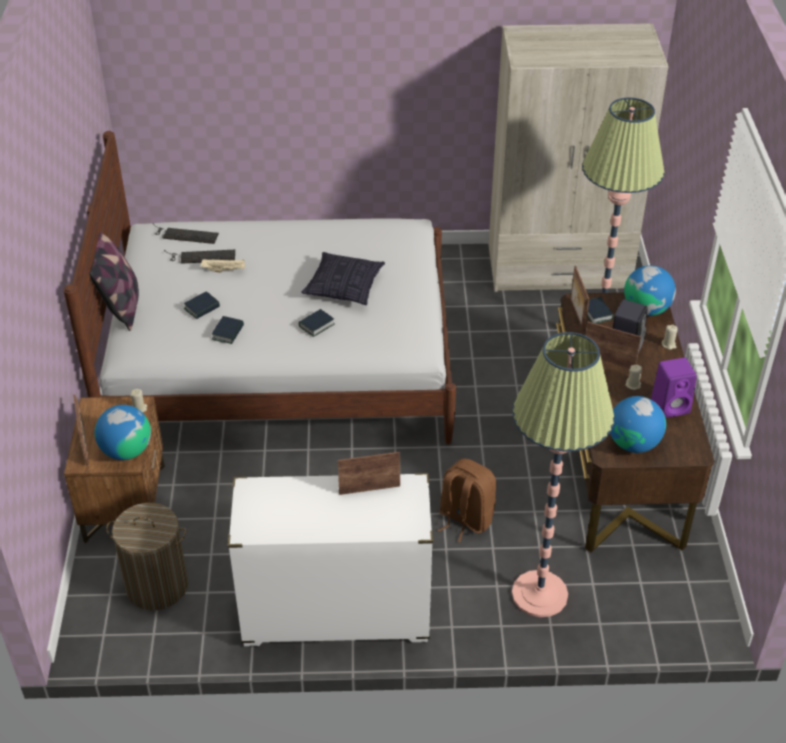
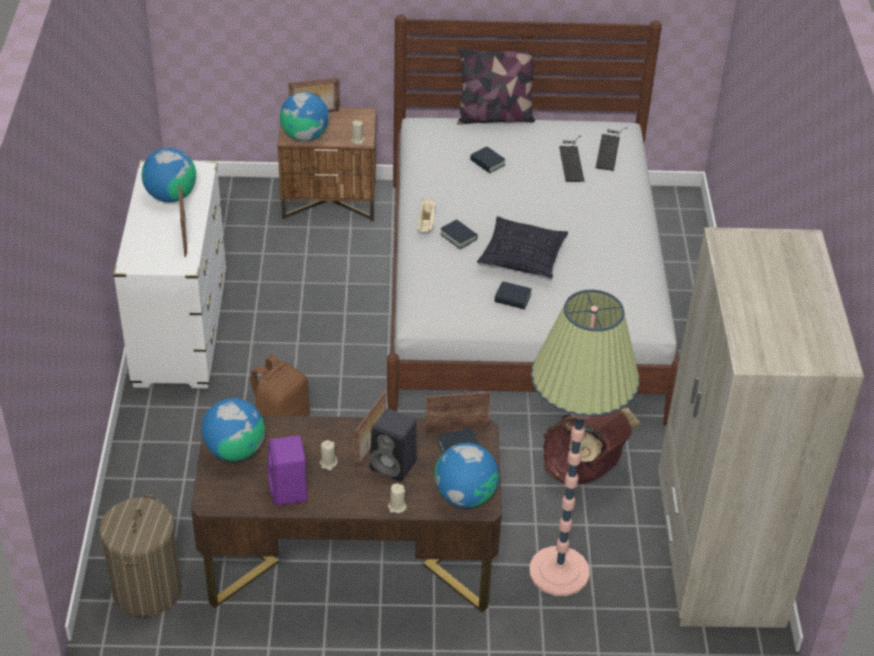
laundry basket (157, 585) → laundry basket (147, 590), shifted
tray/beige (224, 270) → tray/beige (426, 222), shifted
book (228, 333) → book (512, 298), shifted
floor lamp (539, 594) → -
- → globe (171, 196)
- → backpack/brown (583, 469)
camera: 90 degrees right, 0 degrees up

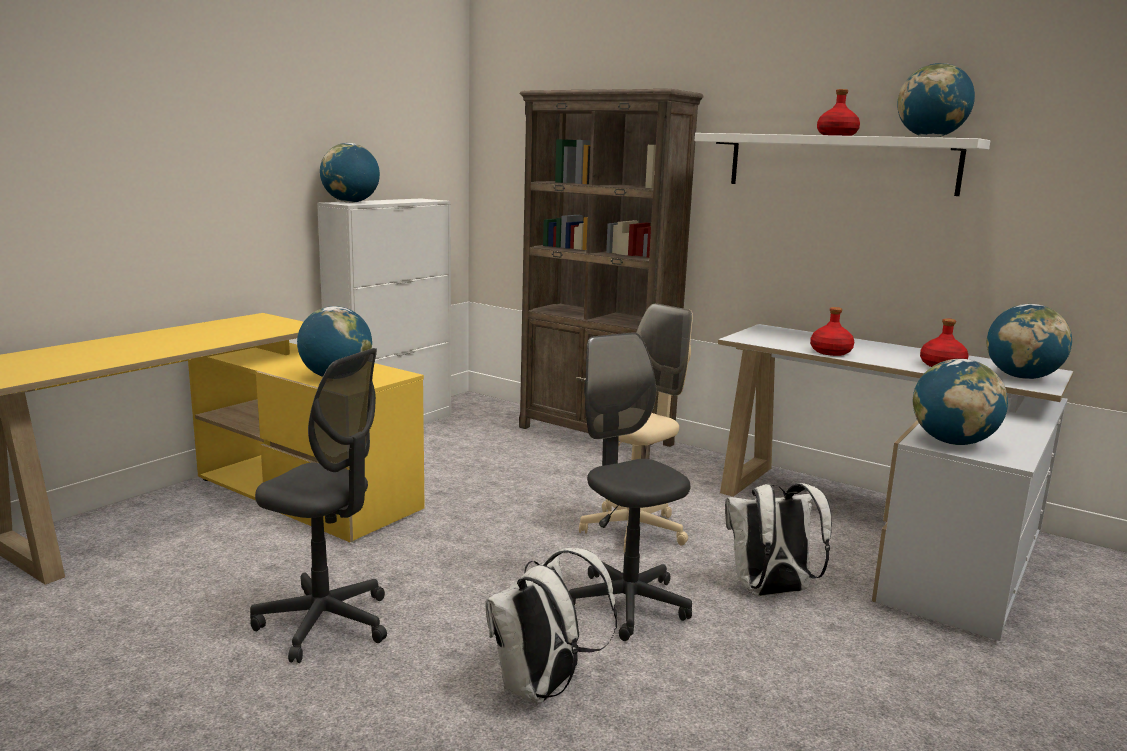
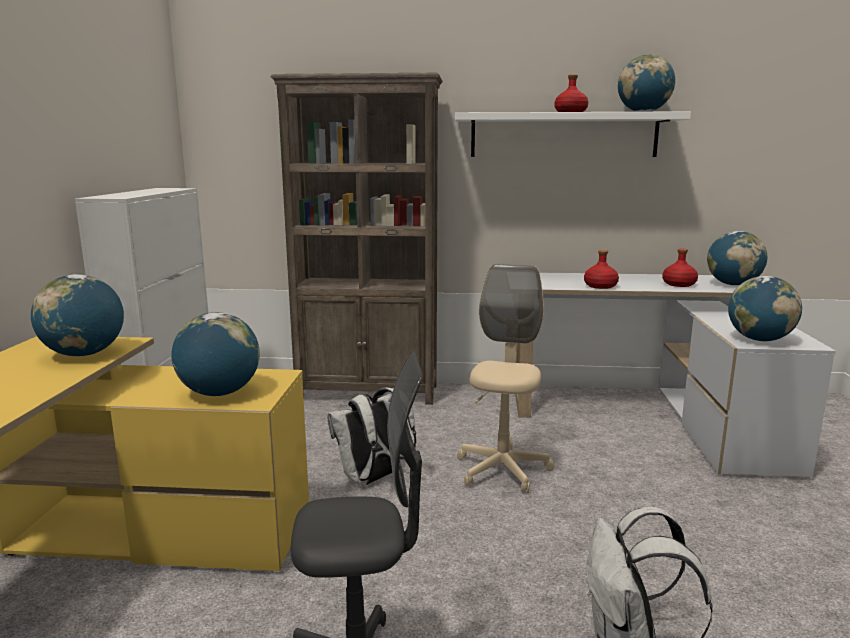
globe (350, 202) → globe (84, 354), shifted
office chair/grey (626, 604) → -
backpack/white (770, 592) → backpack/white (372, 479), shifted
camera: 30 degrees left, 0 degrees up

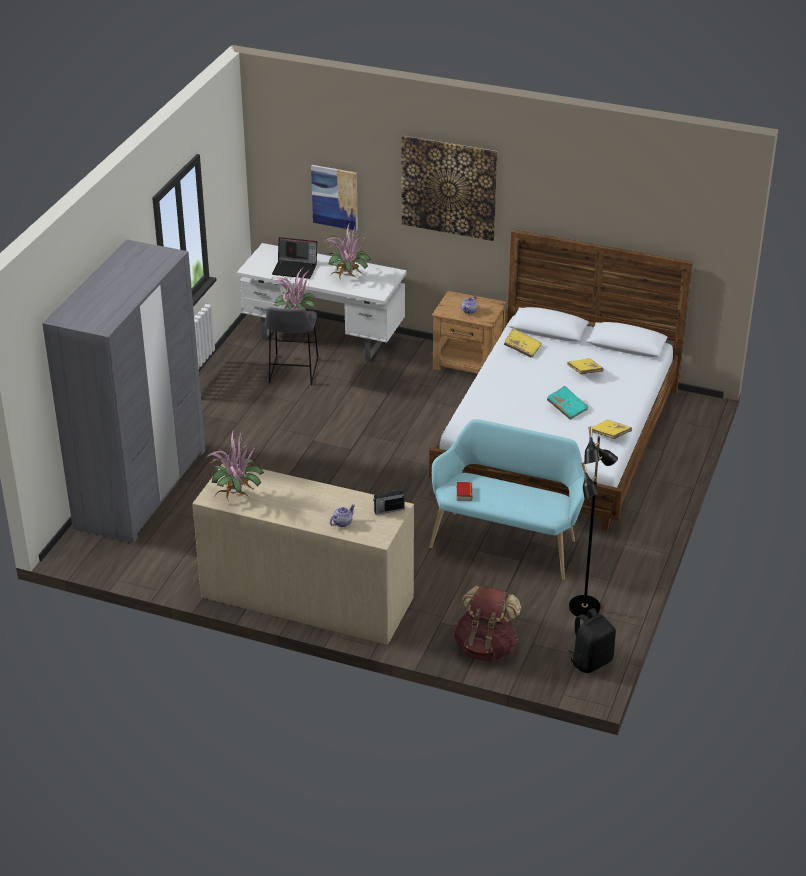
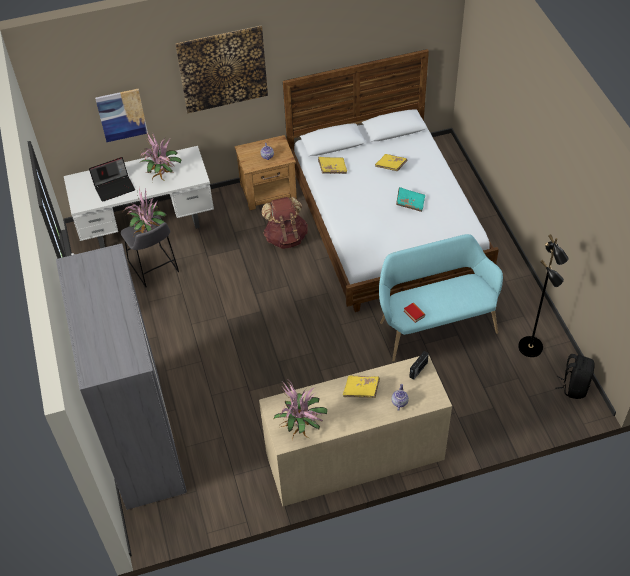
backpack/brown (486, 647) → backpack/brown (286, 237), shifted
book/yellow (610, 435) → book/yellow (361, 390), shifted
camera: 35 degrees left, 15 degrees up

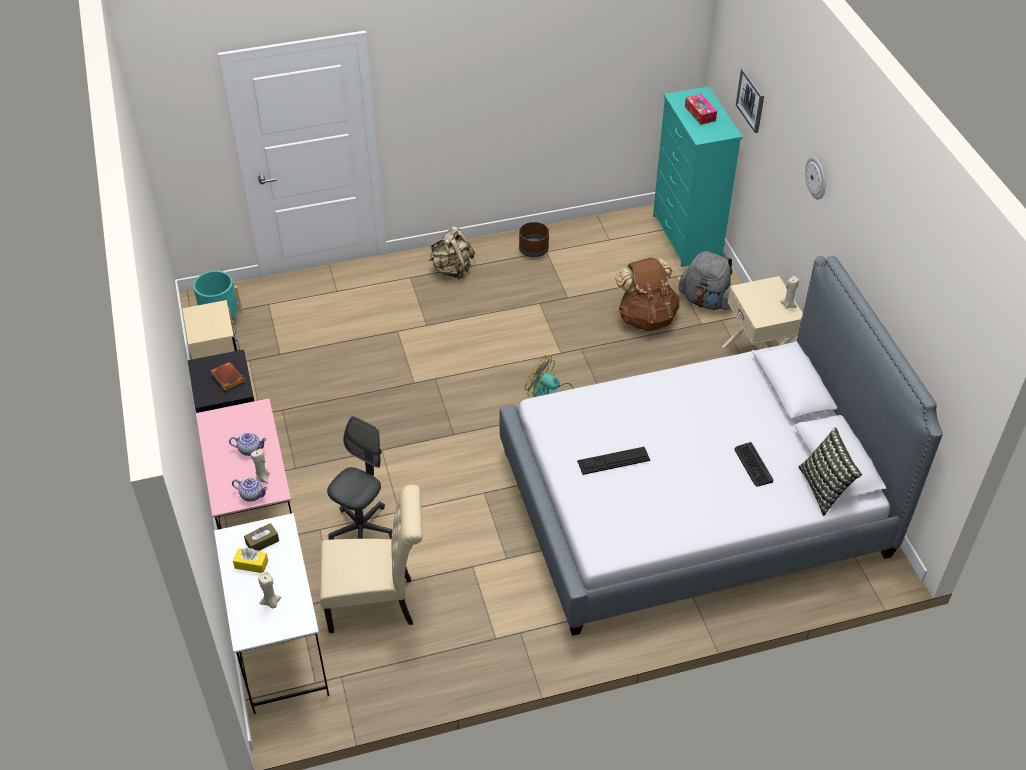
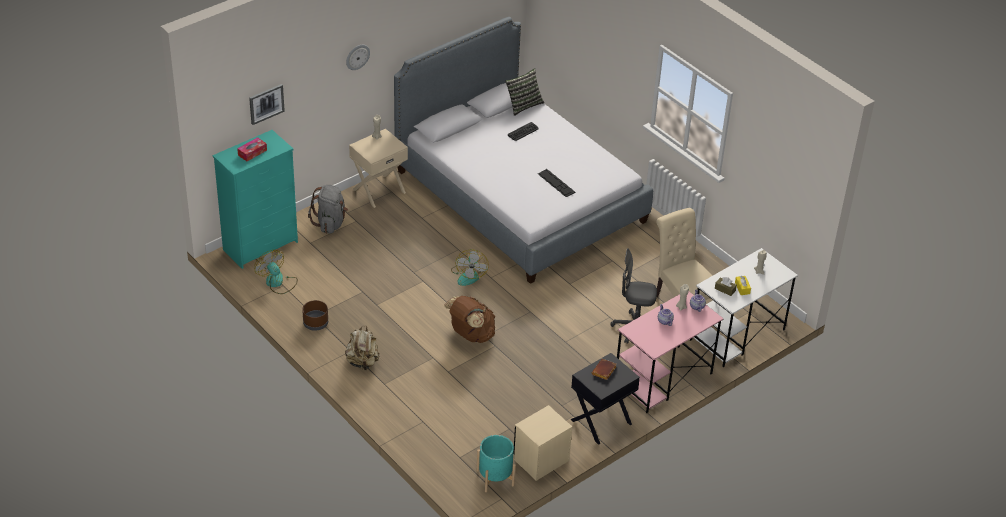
backpack/brown (646, 317) → backpack/brown (470, 335), shifted
- → fan (277, 283)
camera: 115 degrees left, 5 degrees down

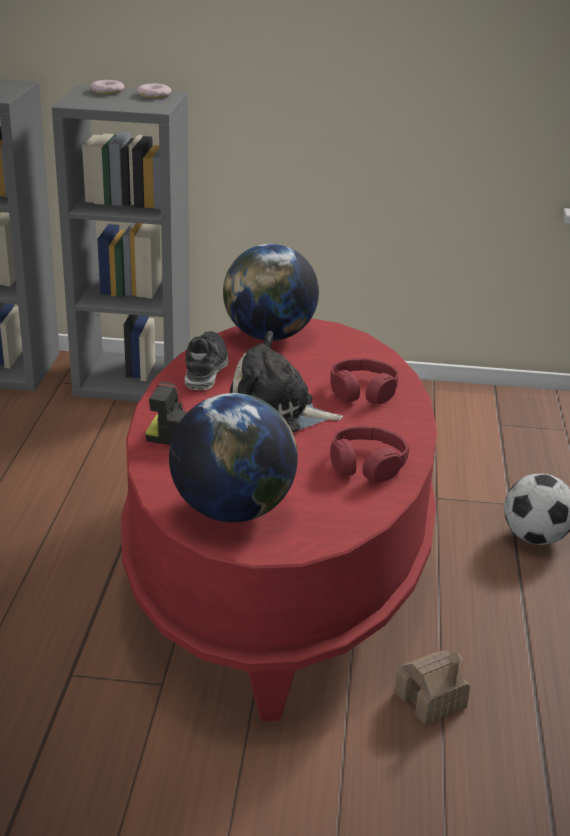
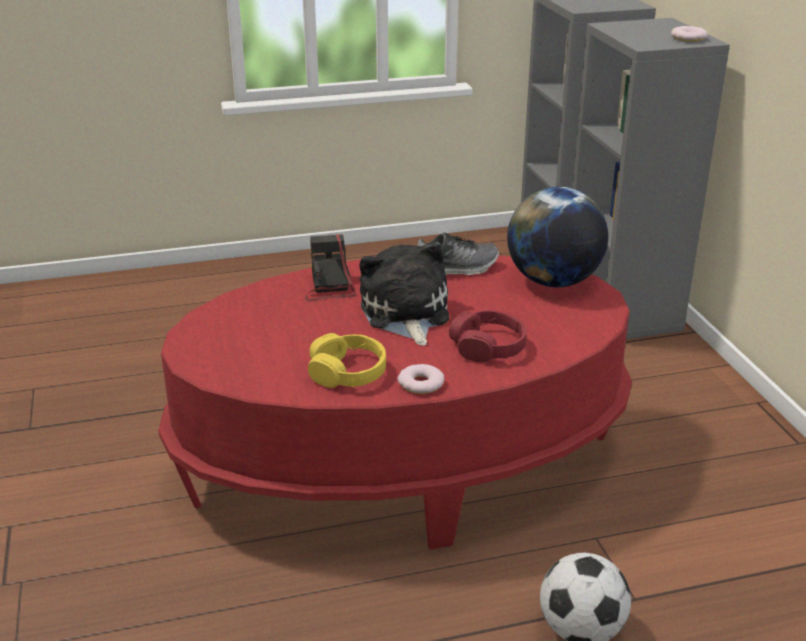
donut (107, 91) → donut (420, 384), shifted
globe (232, 511) → -
headphones/red (367, 464) → headphones/yellow (347, 372)
toy house (430, 700) → -
camera: 70 degrees right, 0 degrees up

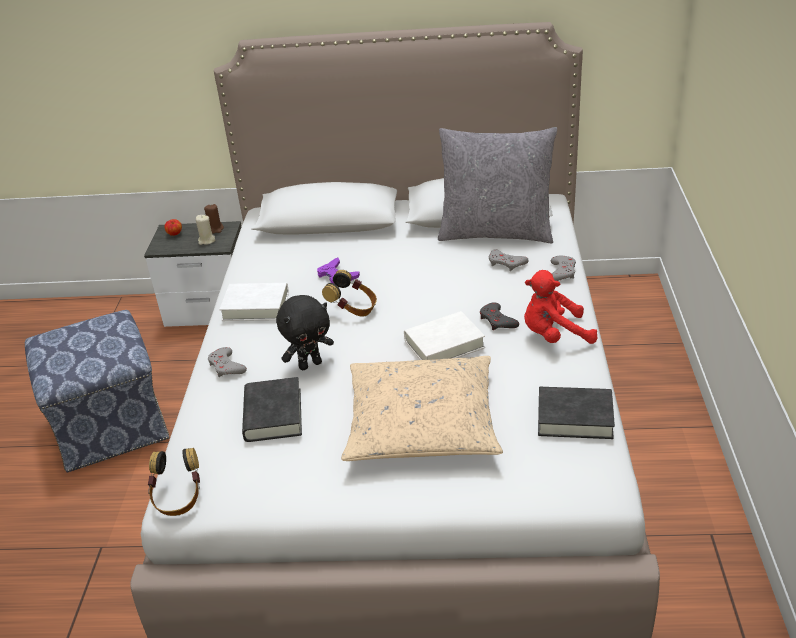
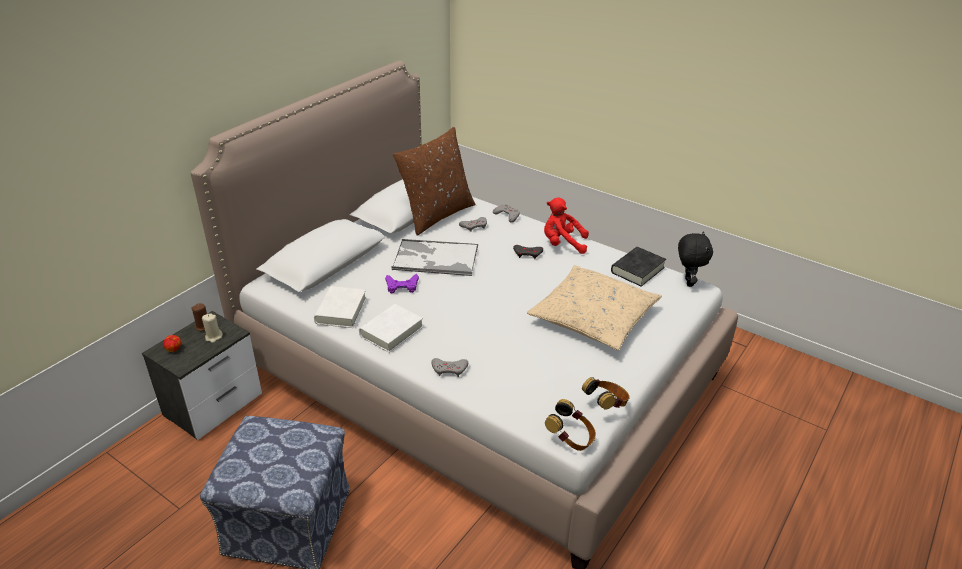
book/black (273, 415) → -
plush toy/black (310, 364) → plush toy/black (687, 282), shifted
headphones (353, 309) → headphones (606, 405), shifted
book/white (444, 344) → book/white (341, 311), shifted
pillow/grey (496, 232) → pillow/brown (436, 215)
plush toy/red (554, 335) → plush toy/red (562, 244), 75 degrees clockwise
- → tray (435, 258)
camera: 60 degrees left, 0 degrees up

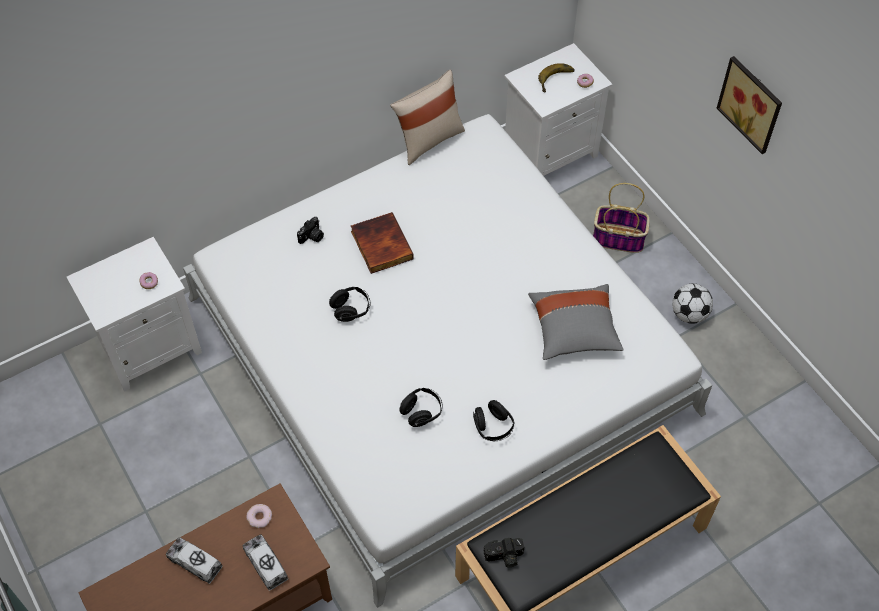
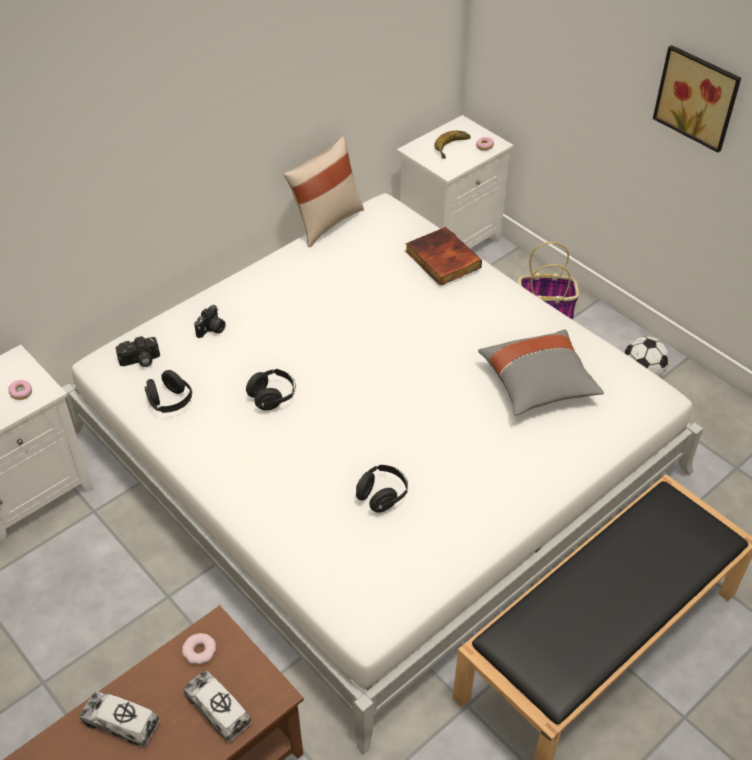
book (380, 245) → book (441, 259), shifted
headphones/black (493, 427) → headphones/black (170, 402), shifted
photo camera (504, 557) → photo camera (140, 361), shifted
camera: 10 degrees left, 10 degrees down

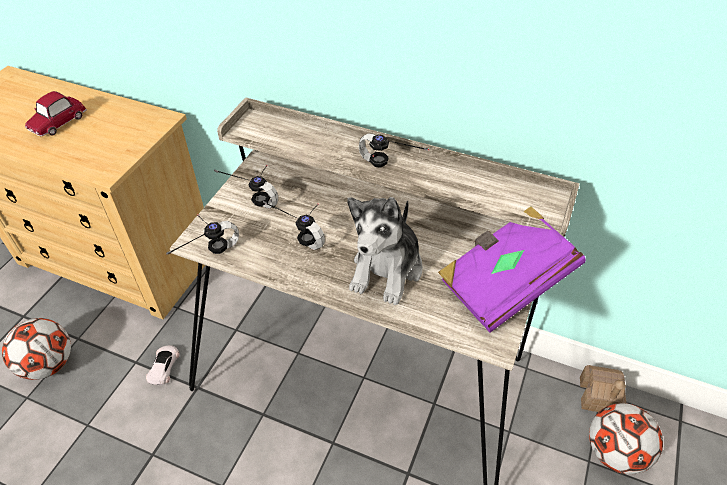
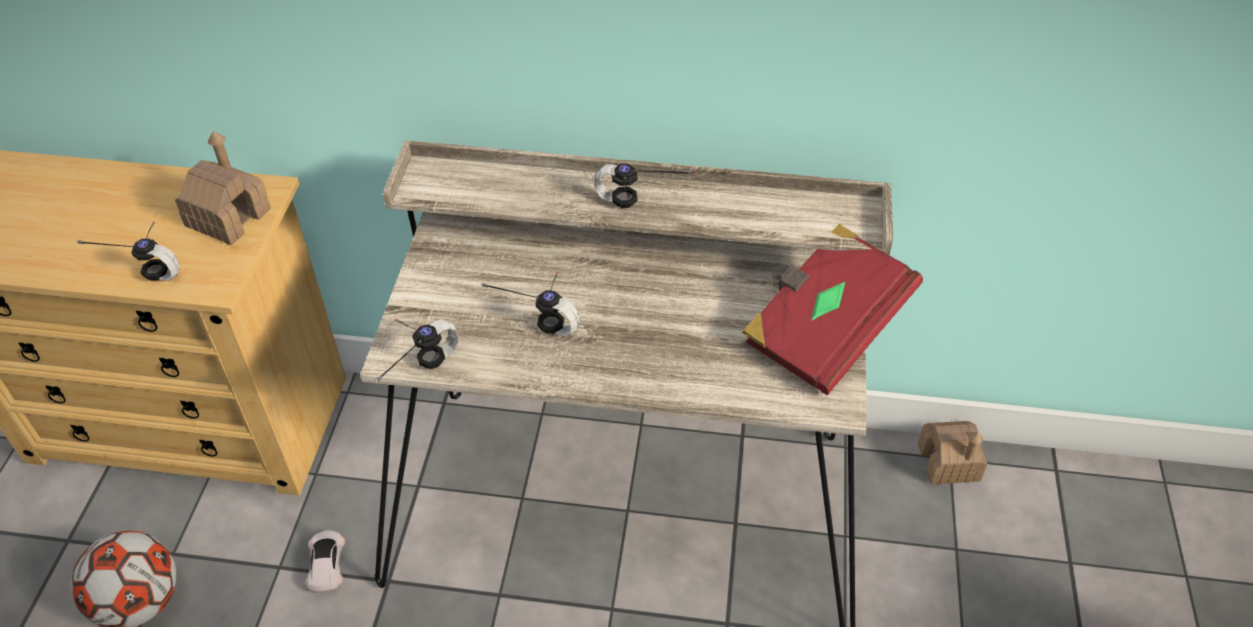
toy car (58, 122) → -
headphones (255, 194) → headphones (147, 265), shifted
plush toy (387, 269) → -
book/purple (504, 283) → book/red (824, 329)
football (615, 452) → -
- → toy house (228, 217)
camera: 15 degrees left, 0 degrees up

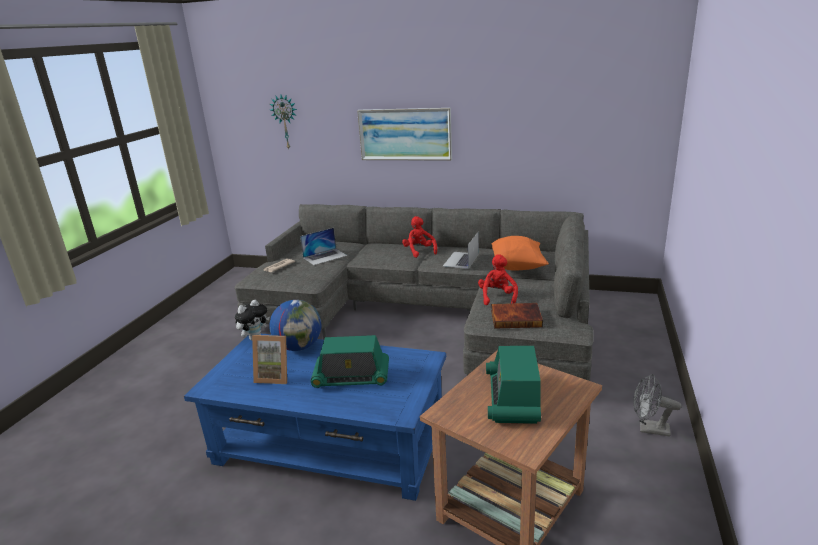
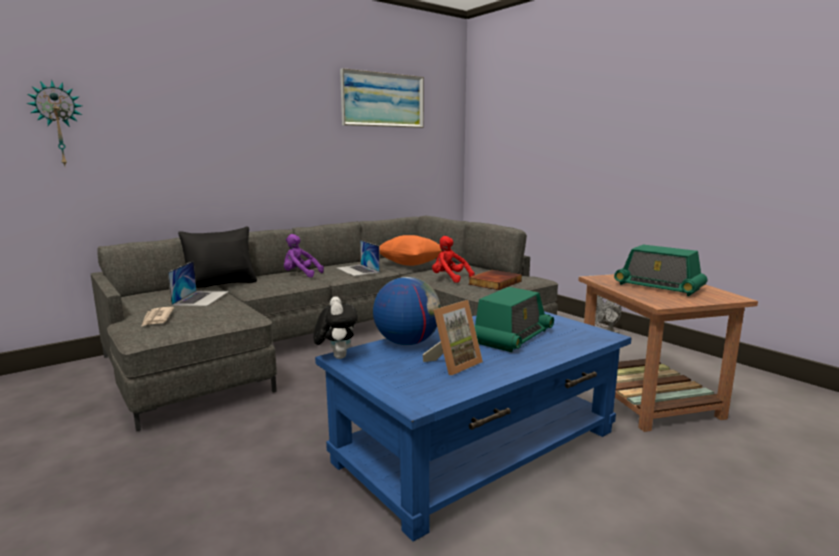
picture (405, 134) → picture (383, 100), shifted
plush toy/red (419, 251) → plush toy/purple (300, 275)
- → pillow/black (222, 284)
camera: 55 degrees left, 10 degrees down

